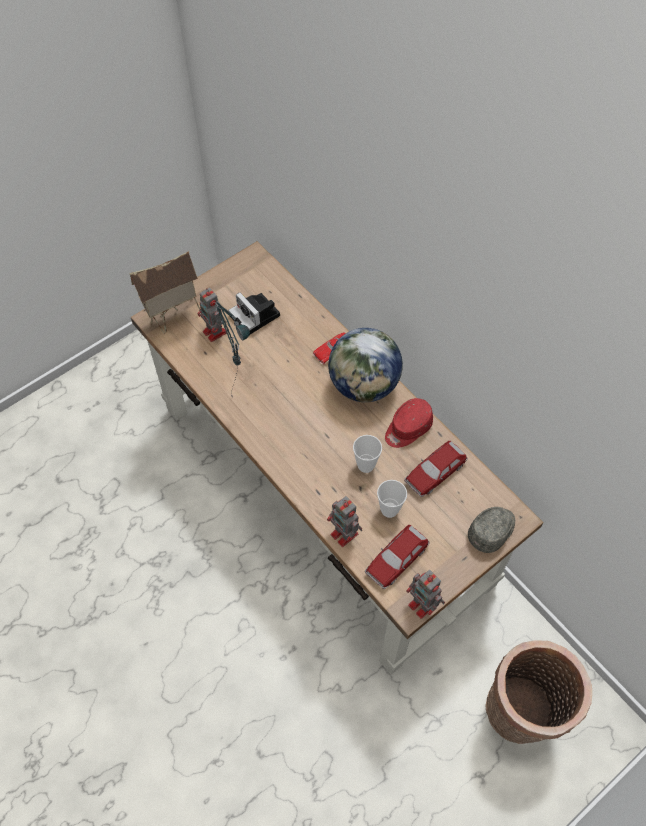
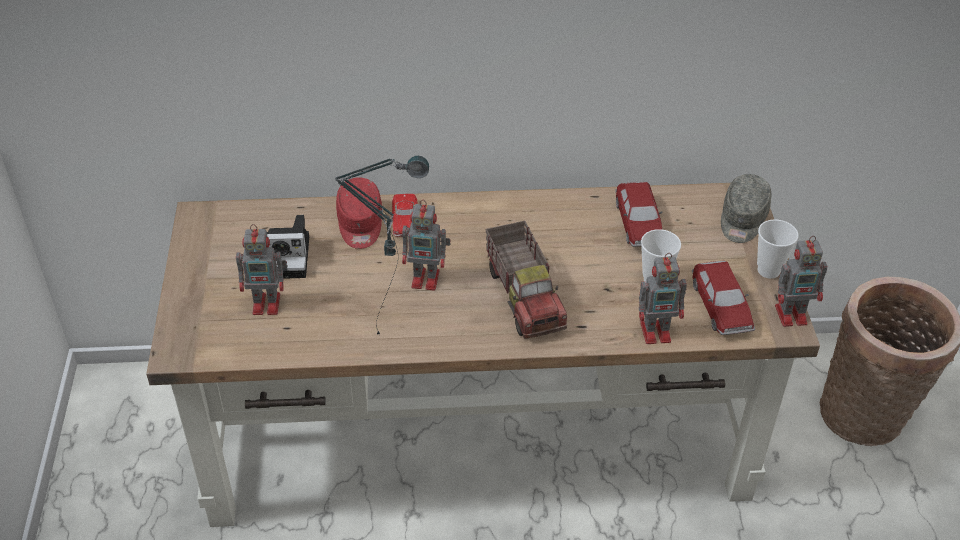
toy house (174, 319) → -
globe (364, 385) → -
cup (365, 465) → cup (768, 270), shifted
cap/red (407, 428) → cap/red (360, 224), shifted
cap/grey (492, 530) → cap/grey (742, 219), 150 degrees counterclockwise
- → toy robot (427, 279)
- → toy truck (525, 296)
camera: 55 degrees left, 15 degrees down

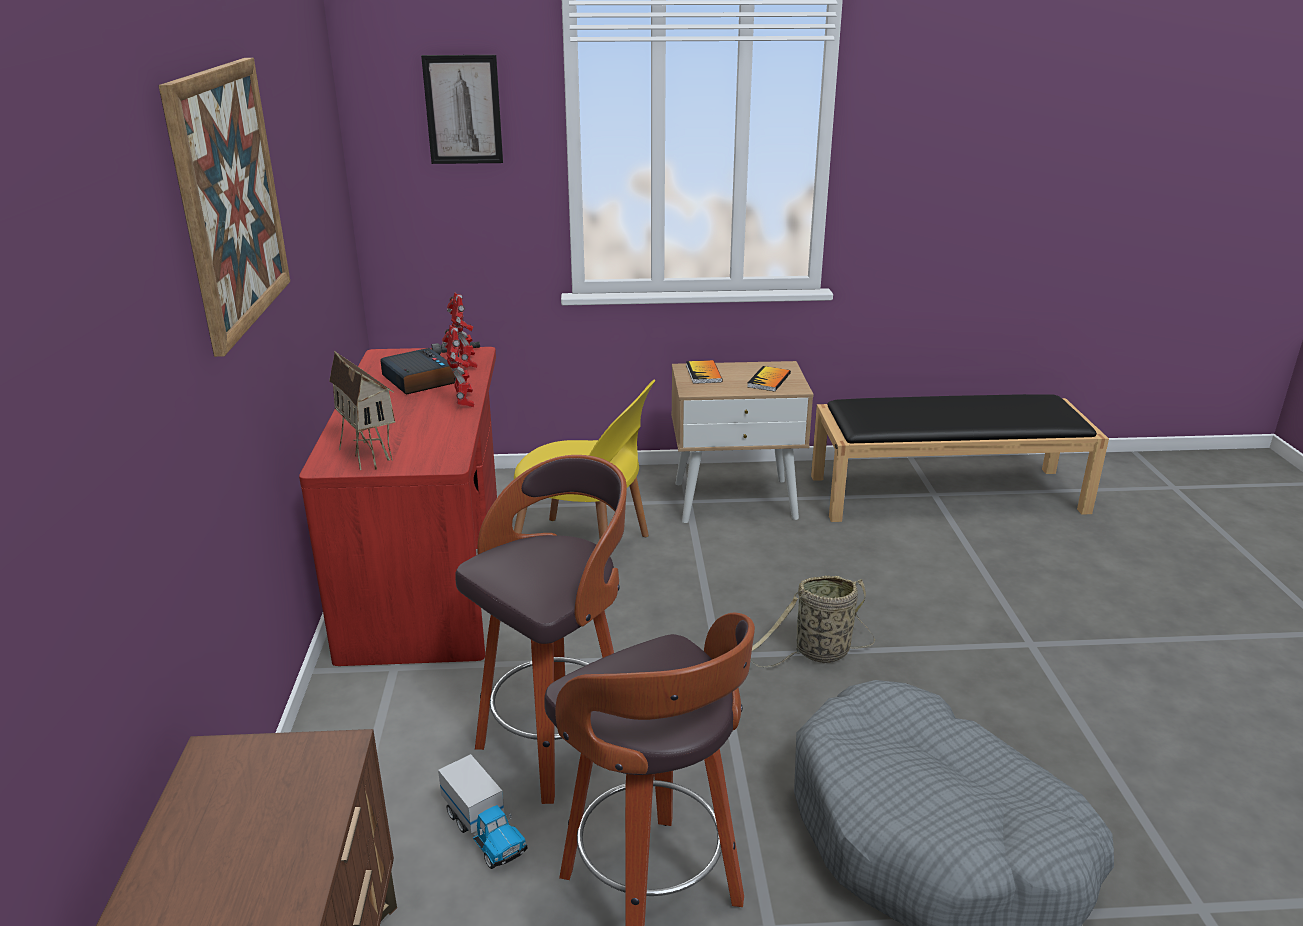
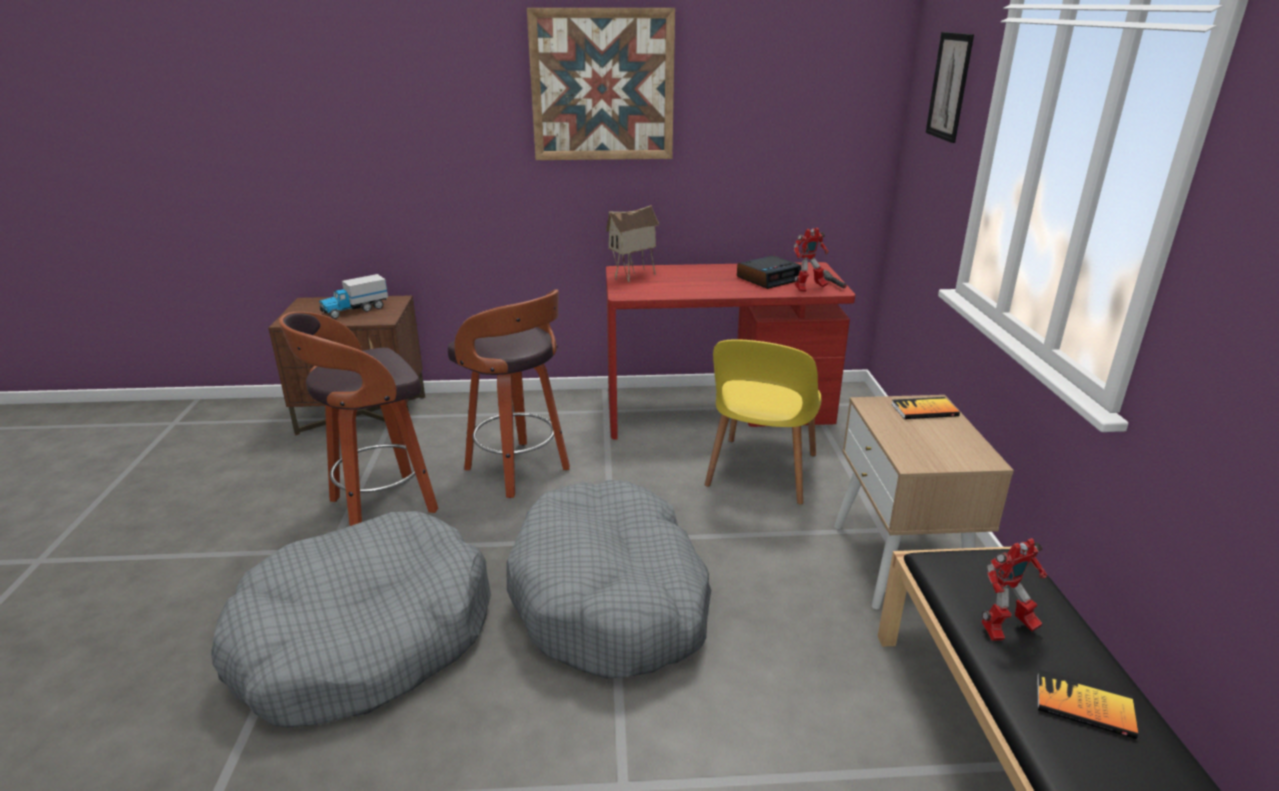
toy truck (485, 832) → toy truck (355, 310), shifted
toy robot (463, 402) → toy robot (1005, 630), shifted
book (769, 380) → book (1084, 706), shifted
basket (818, 653) → dog bed/grey (611, 599)
camera: 90 degrees right, 0 degrees up

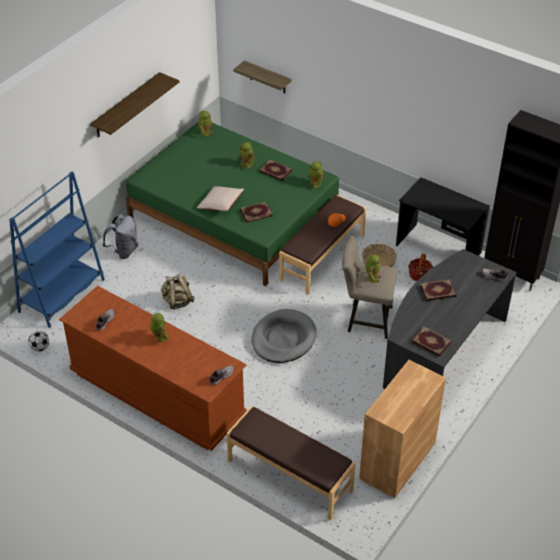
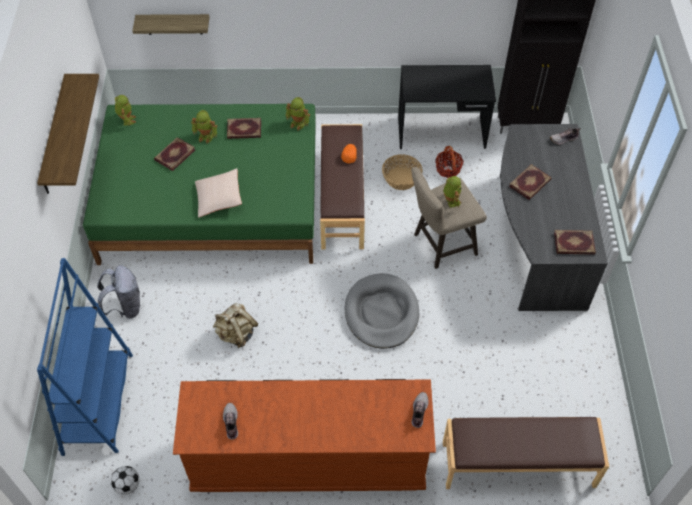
toy robot (159, 337) → -
book (256, 212) → book (174, 154), shifted
cabinet/brown (397, 460) → -
camera: 35 degrees left, 10 degrees up

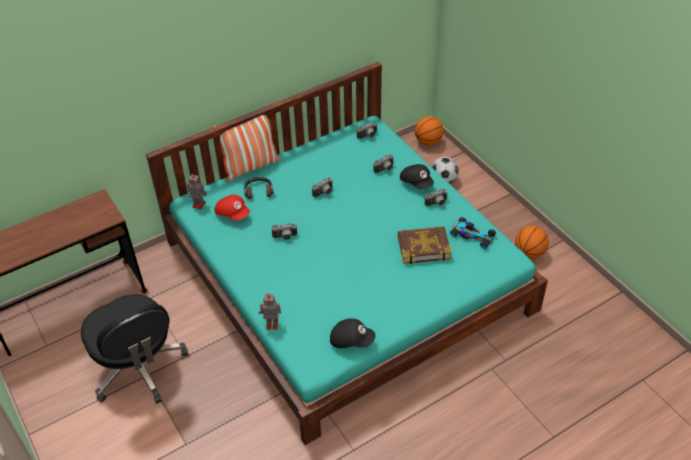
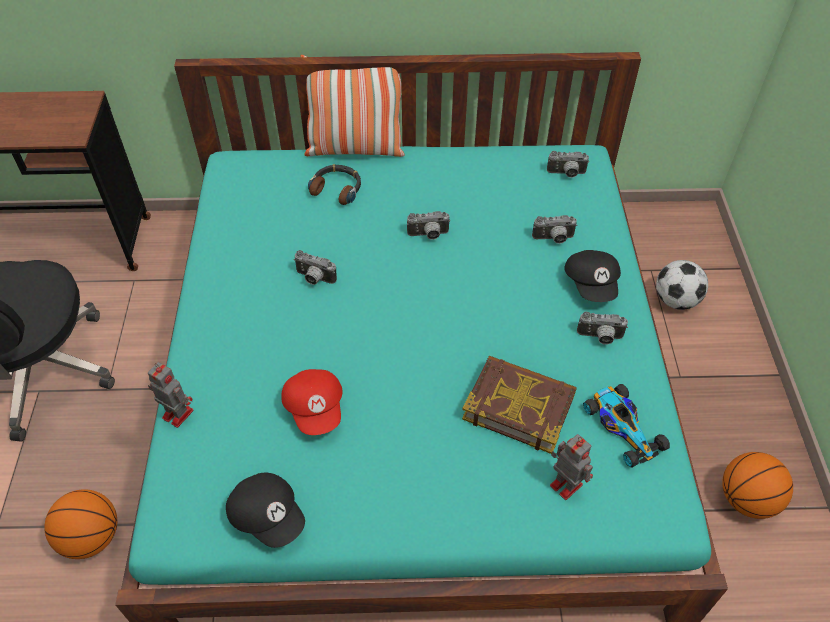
toy robot (198, 204) → toy robot (565, 483), shifted
cap/red (233, 213) → cap/red (316, 408), shifted
basketball (428, 142) → basketball (91, 537), shifted
camera: 30 degrees right, 5 degrees up

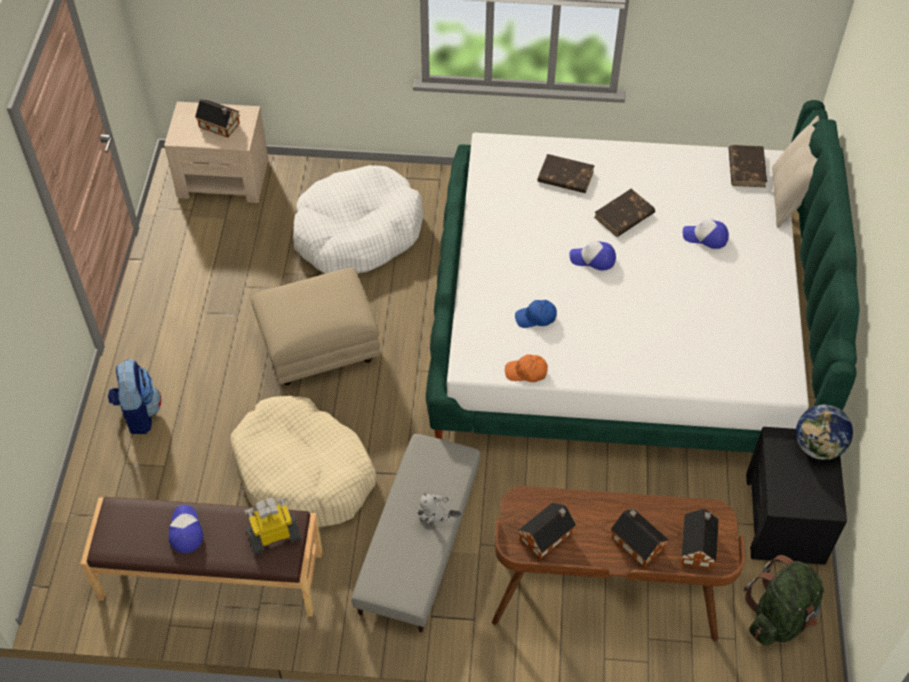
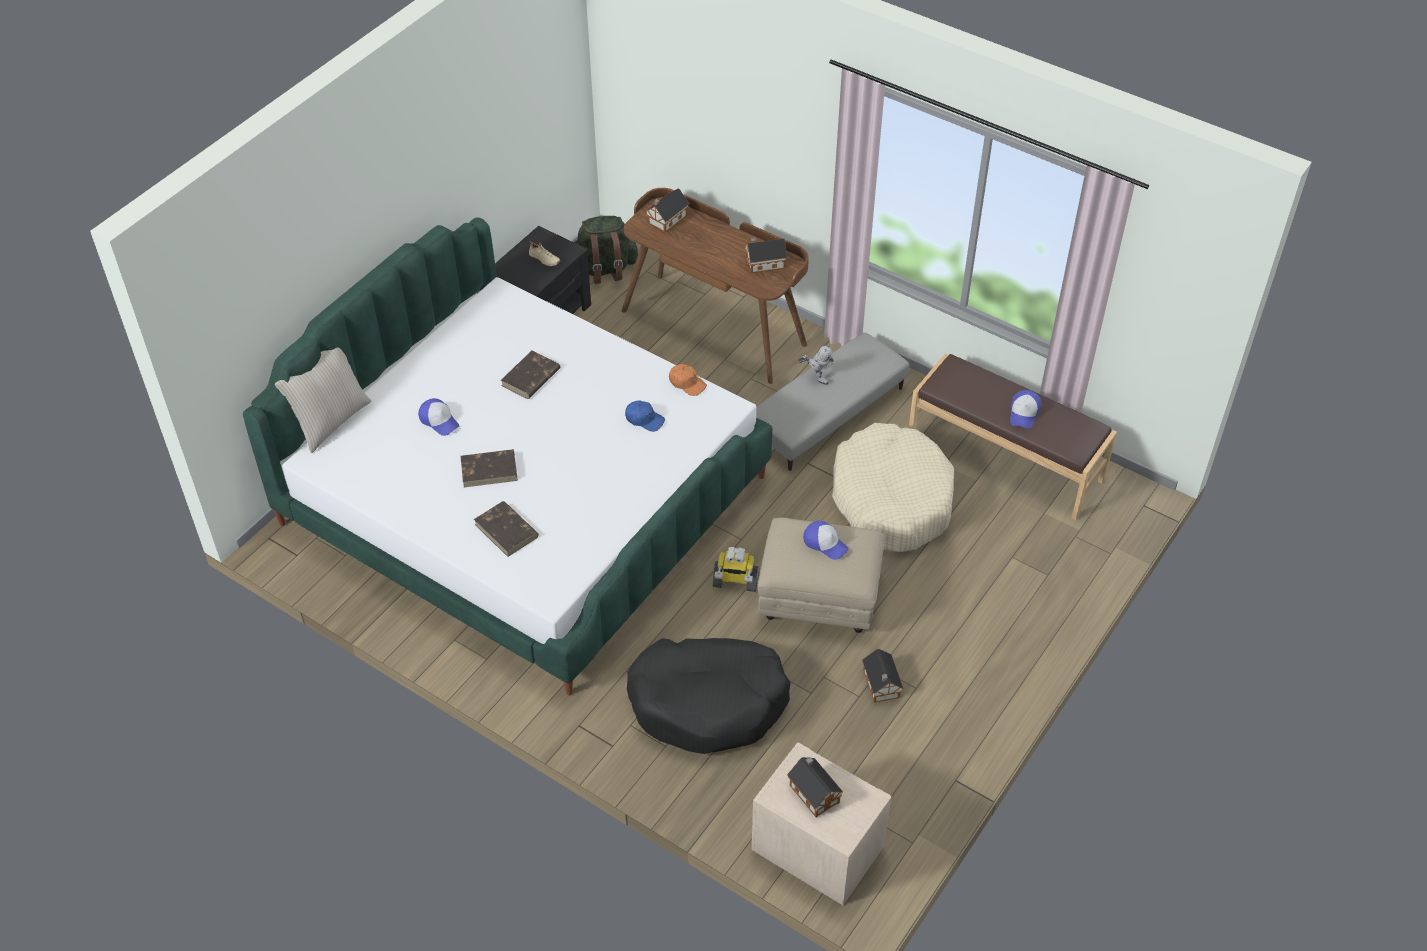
backpack (138, 413) → -
toy robot (274, 535) → toy robot (735, 581), shifted
dog bed/white (357, 233) → dog bed/black (708, 703)
cap (593, 259) → cap (825, 543), shifted
toy house (636, 542) → toy house (881, 685), shifted
book/brown (746, 168) → book/brown (530, 378), shifted
globe (818, 447) → -
- → shoe/beige (544, 260)
camera: 150 degrees left, 5 degrees down

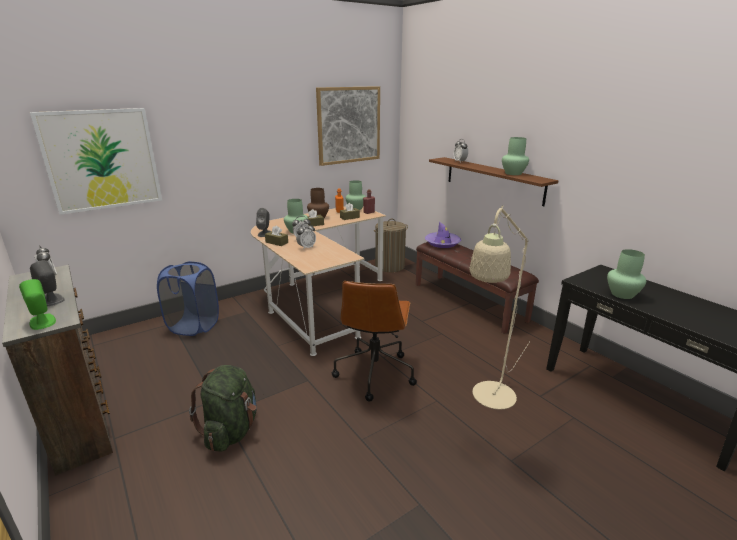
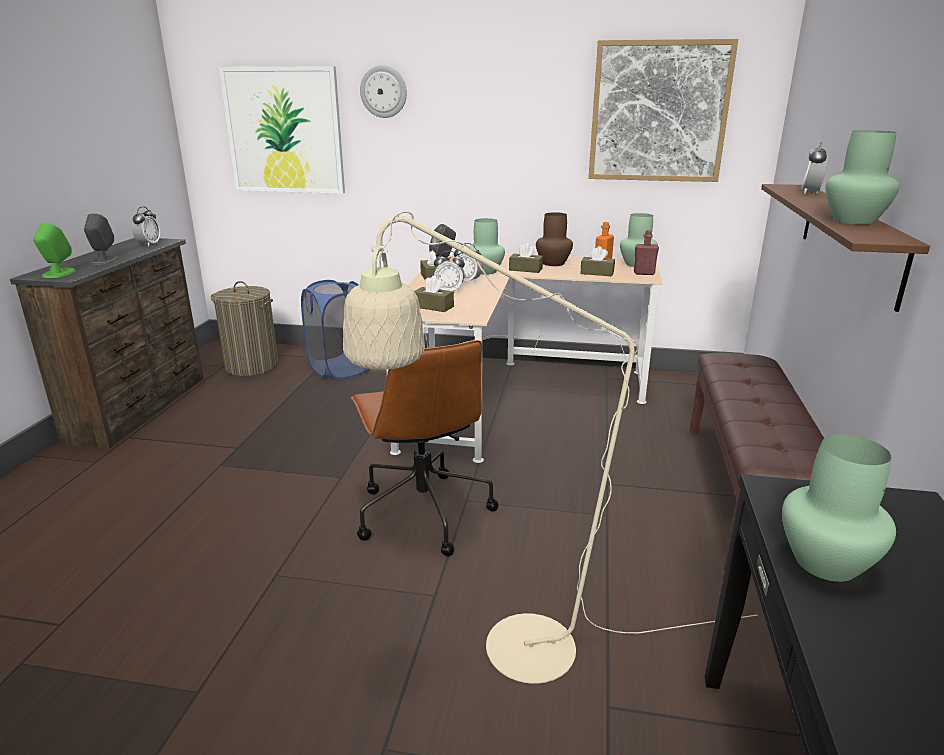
backpack/green (231, 431) → -
office chair/brown (374, 372) → office chair/brown (422, 512), 75 degrees counterclockwise
laundry basket (389, 266) → laundry basket (251, 366), shifted
hat/purple (442, 243) → -
- → wall clock (383, 92)
- → tissue box/brown (433, 307)
camera: 45 degrees right, 0 degrees up

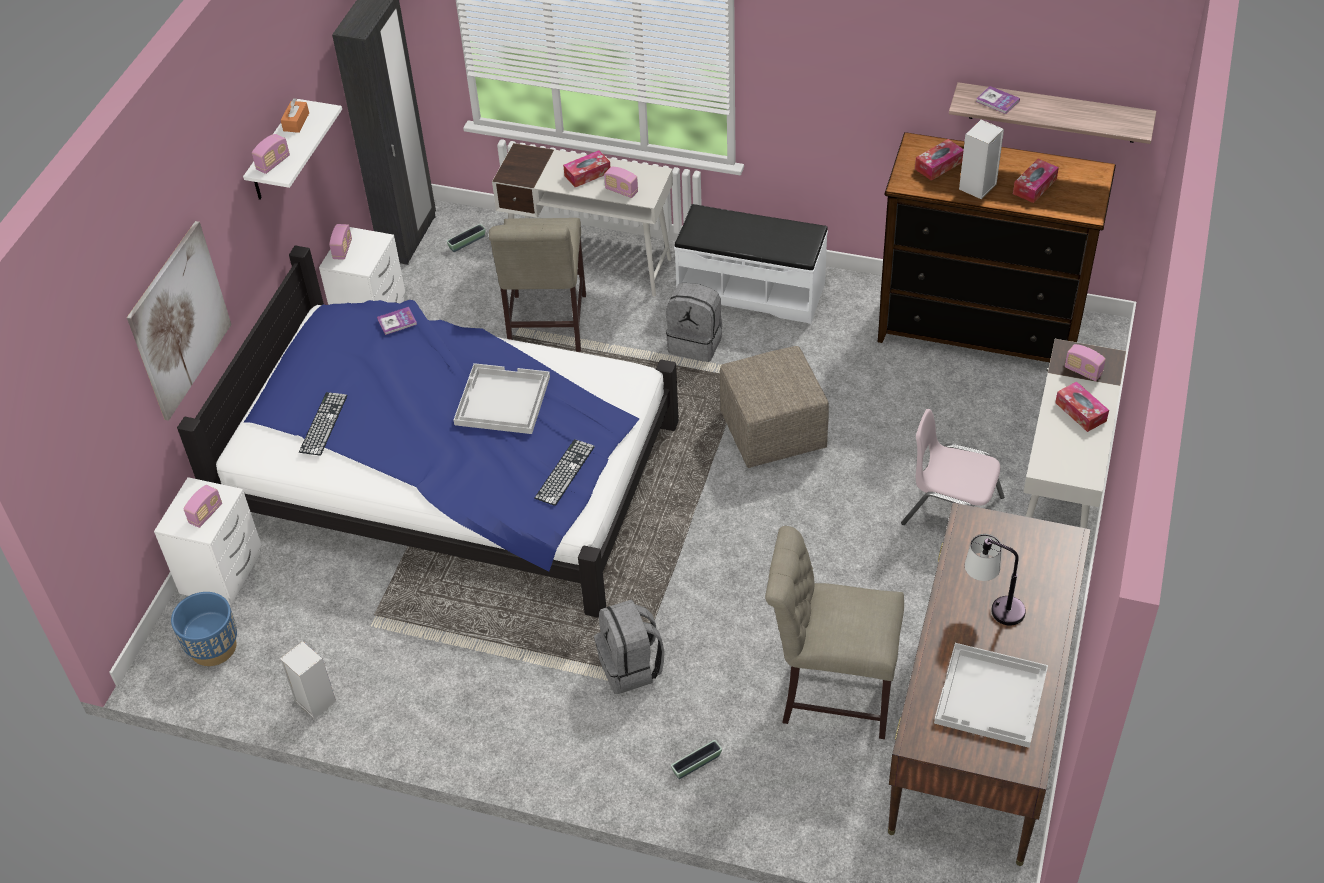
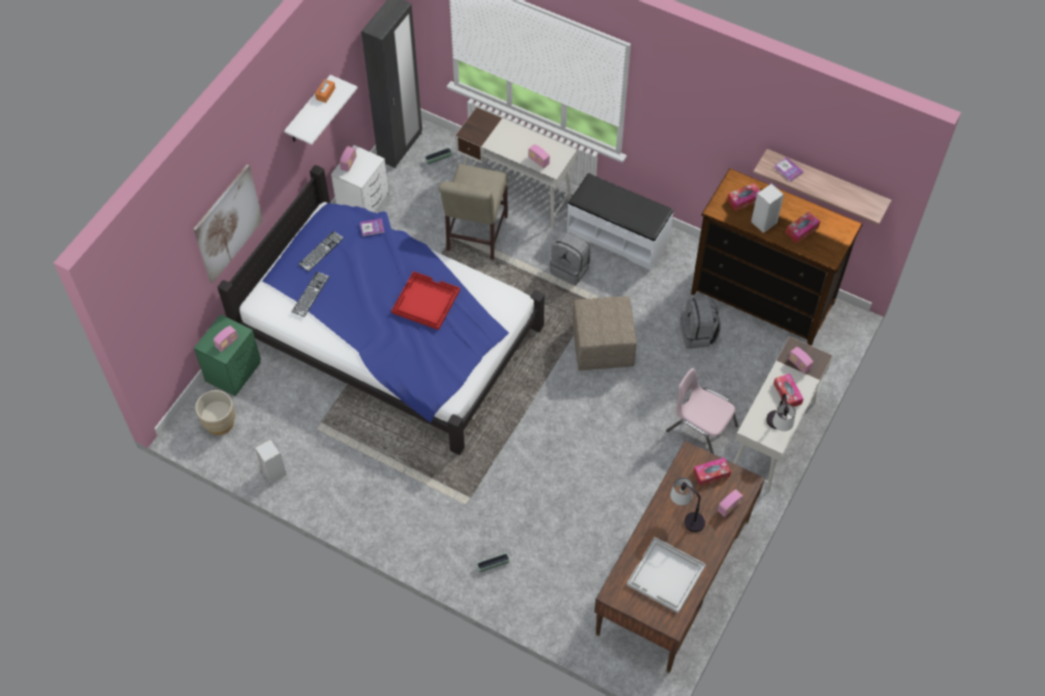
nightstand/white (223, 571) → nightstand/green (234, 371)
planter/blue (213, 647) → planter/beige (219, 422)
radio (273, 163) → radio (729, 507), shifted
tray/white (501, 401) → tray/red (425, 302)
keyboard (565, 472) → keyboard (321, 251), shifted
tissue box (587, 174) → tissue box (711, 474), shifted
backpack/grey (631, 667) → backpack/grey (698, 334), shifted
chair/beige (831, 692) → -
- → table lamp (777, 429)
camera: 10 degrees right, 10 degrees up

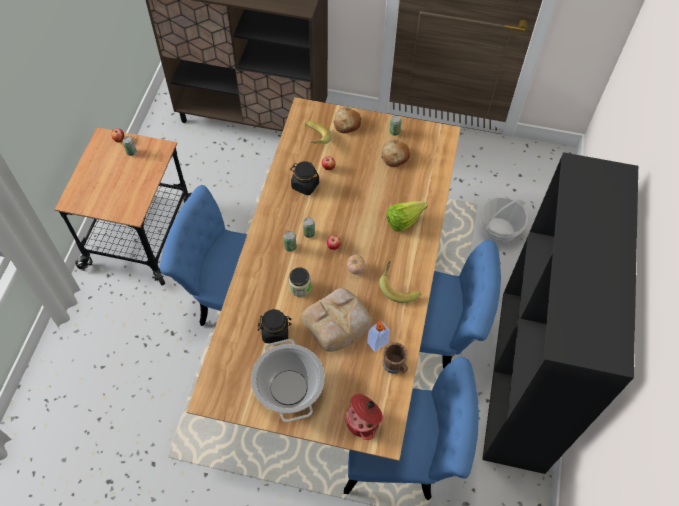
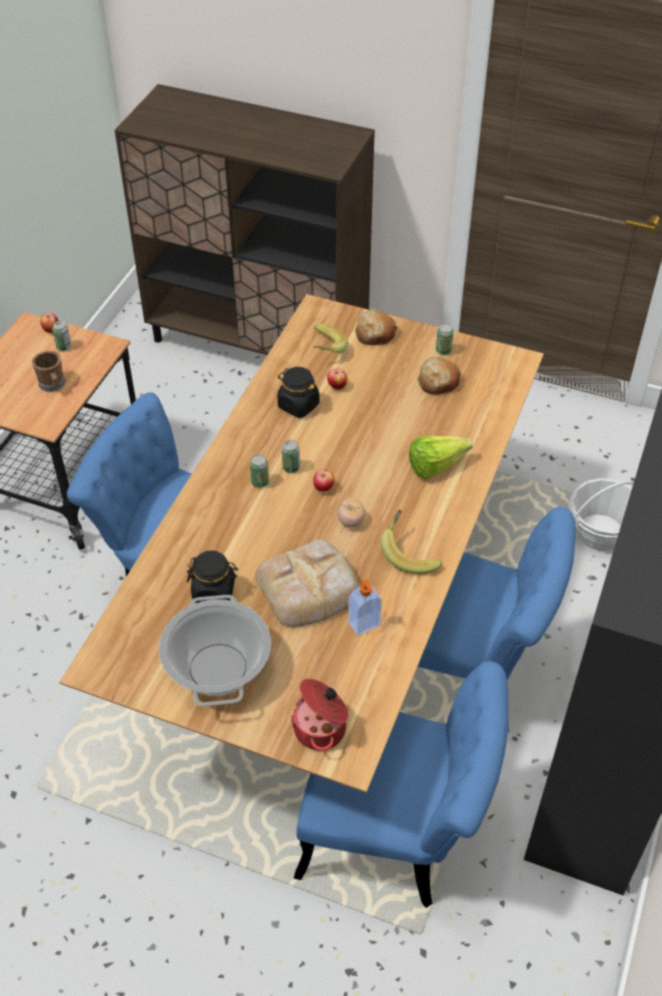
jar (300, 287) → -
mug/brown (395, 365) → mug/brown (53, 385), shifted
camera: 10 degrees right, 10 degrees down

